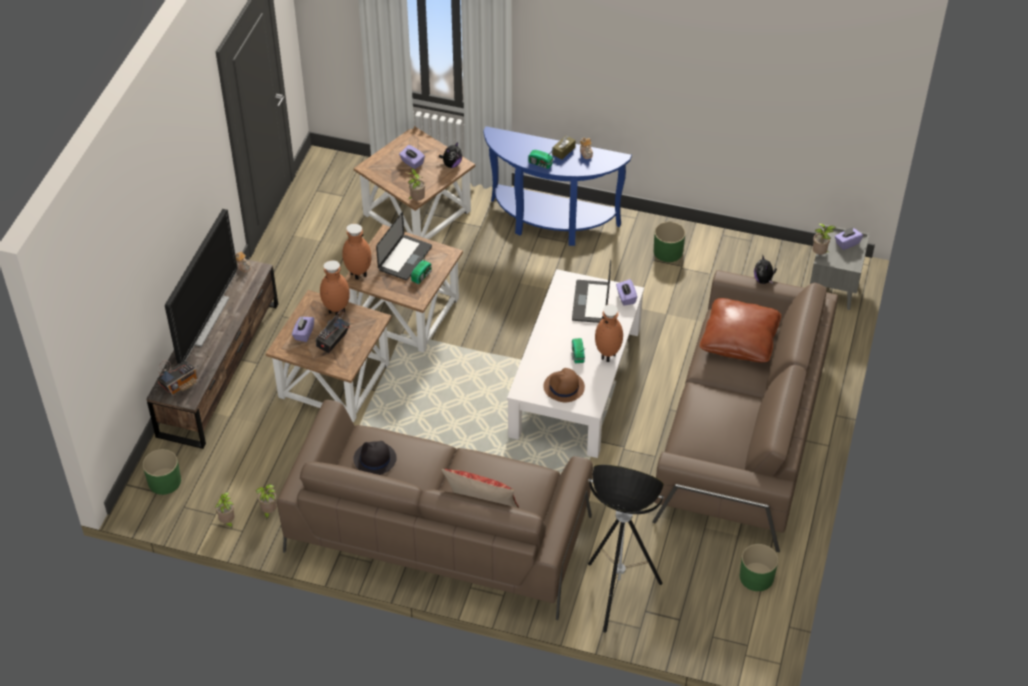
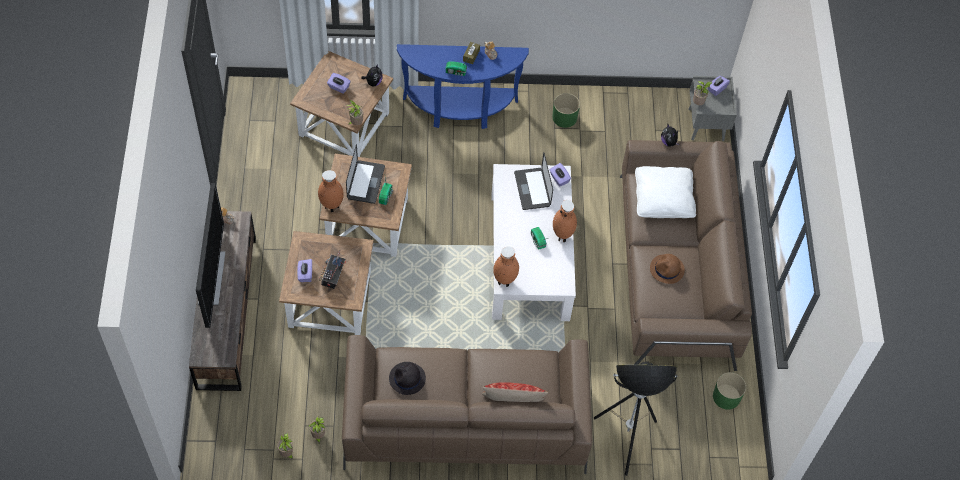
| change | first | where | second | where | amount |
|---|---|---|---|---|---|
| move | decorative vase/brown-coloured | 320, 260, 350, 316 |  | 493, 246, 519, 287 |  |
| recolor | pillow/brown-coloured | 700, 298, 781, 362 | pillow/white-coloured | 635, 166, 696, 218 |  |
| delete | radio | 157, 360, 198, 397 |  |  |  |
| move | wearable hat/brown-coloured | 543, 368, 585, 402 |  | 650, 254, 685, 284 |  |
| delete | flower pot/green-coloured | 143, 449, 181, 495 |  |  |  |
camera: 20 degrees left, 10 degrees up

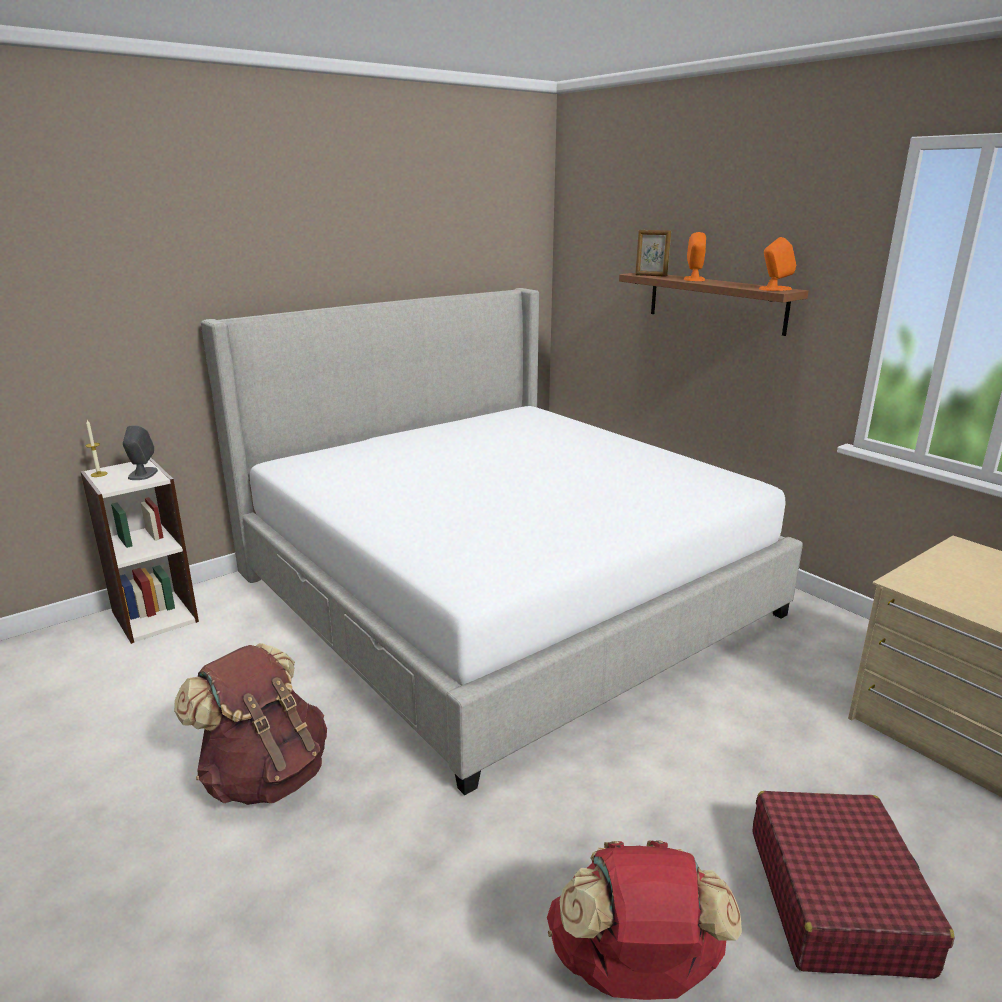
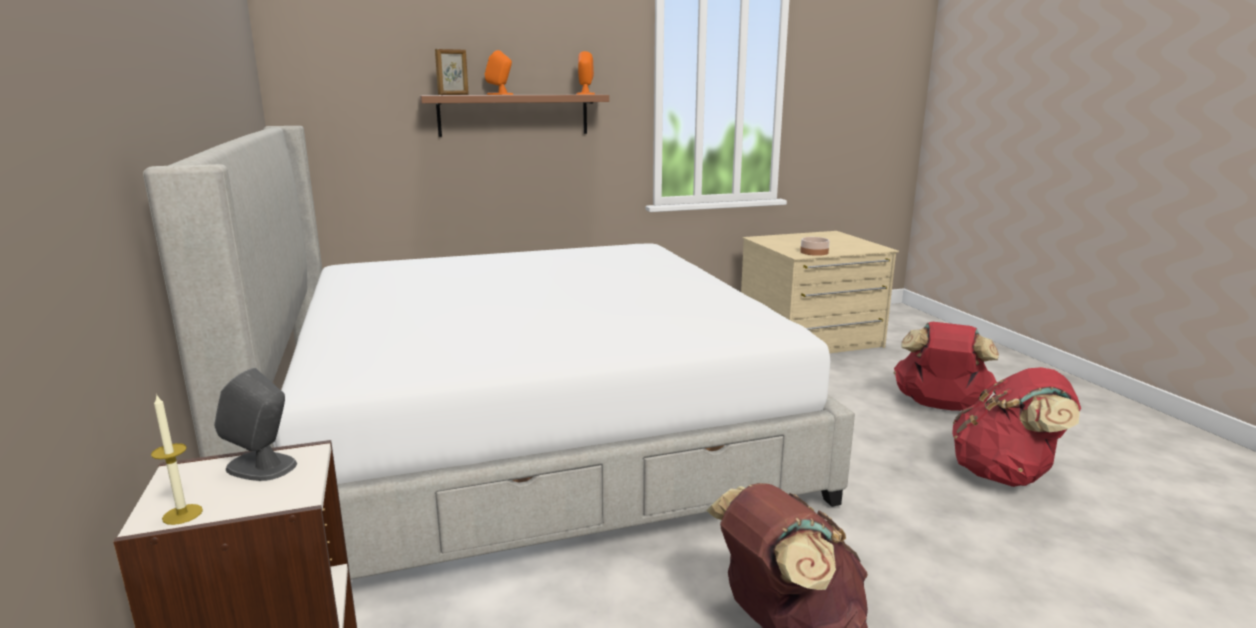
| change | first | where | second | where | amount |
|---|---|---|---|---|---|
| replace | travel case/reddish | 753, 791, 955, 979 | backpack/reddish | 894, 322, 999, 411 |  |
| insert |  |  | serving bowl | 800, 237, 830, 256 |  |
camera: 70 degrees left, 5 degrees down

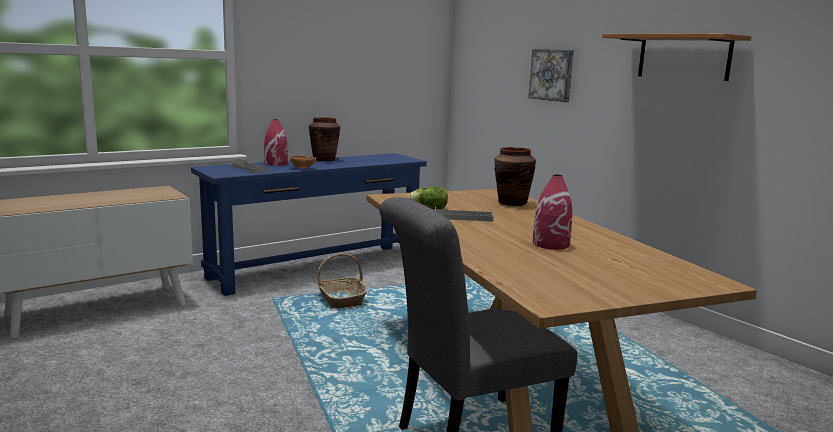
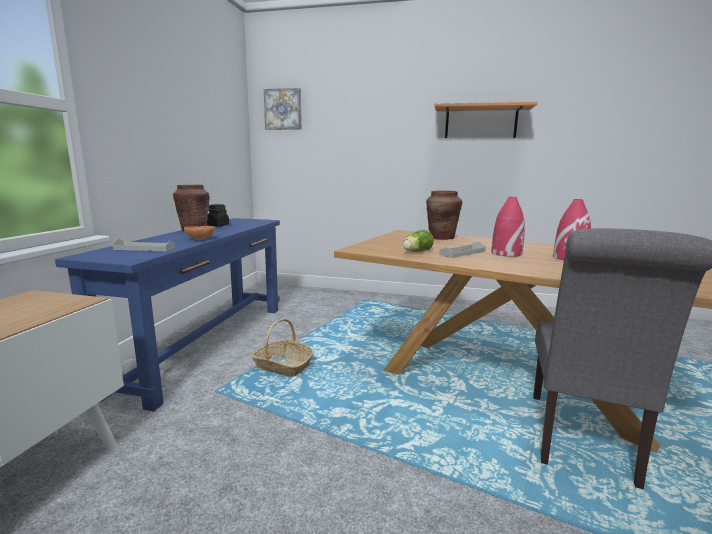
| change | first | where | second | where | amount |
|---|---|---|---|---|---|
| move | wall picture | 528, 49, 574, 102 |  | 264, 88, 302, 130 |  |
| move | decorative vase/reddish | 264, 119, 288, 166 |  | 491, 197, 525, 257 |  |
| insert |  |  | preserve jar/black | 207, 204, 229, 227 |  |
camera: 40 degrees left, 0 degrees up

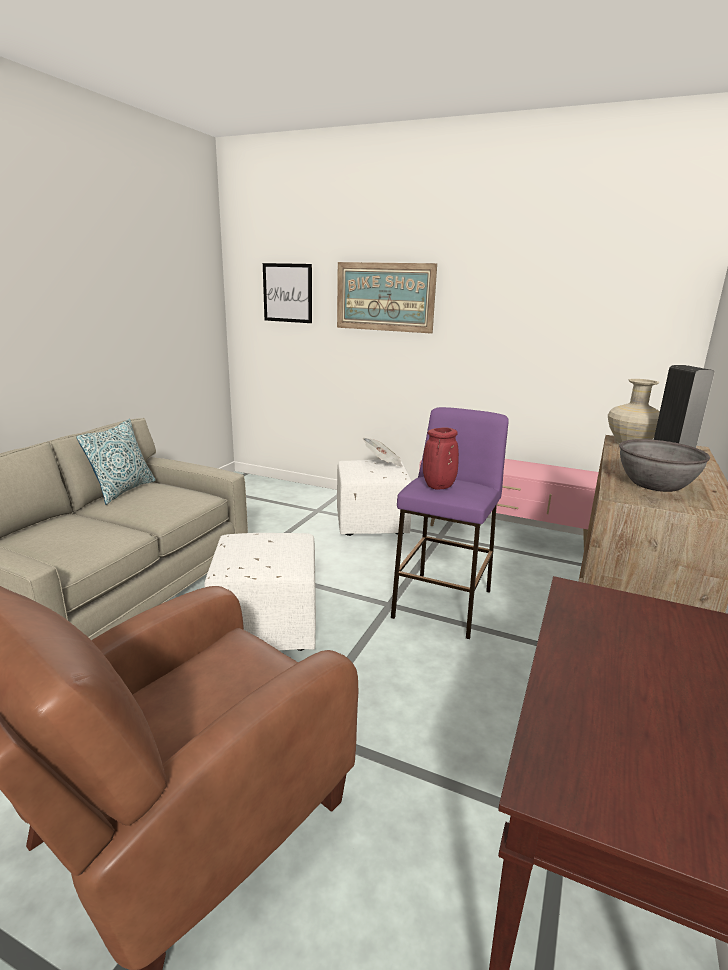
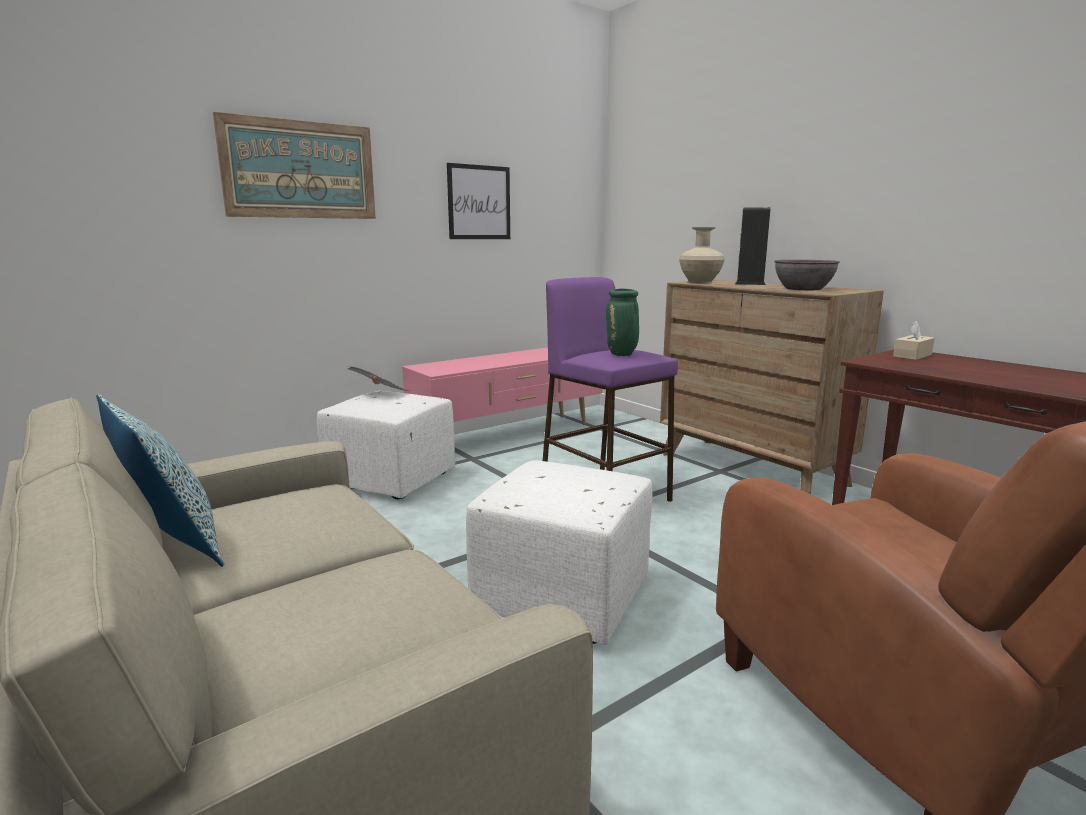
| change | first | where | second | where | amount |
|---|---|---|---|---|---|
| move | wall picture | 263, 263, 312, 323 |  | 447, 163, 510, 239 |  |
| recolor | decorative vase/reddish | 423, 427, 459, 490 | decorative vase/green-coloured | 606, 289, 639, 356 |  |
| insert |  |  | tissue box/beige | 893, 321, 935, 360 |  |
camera: 60 degrees left, 5 degrees down

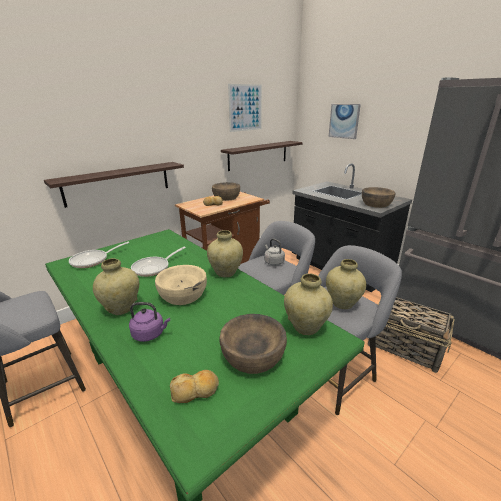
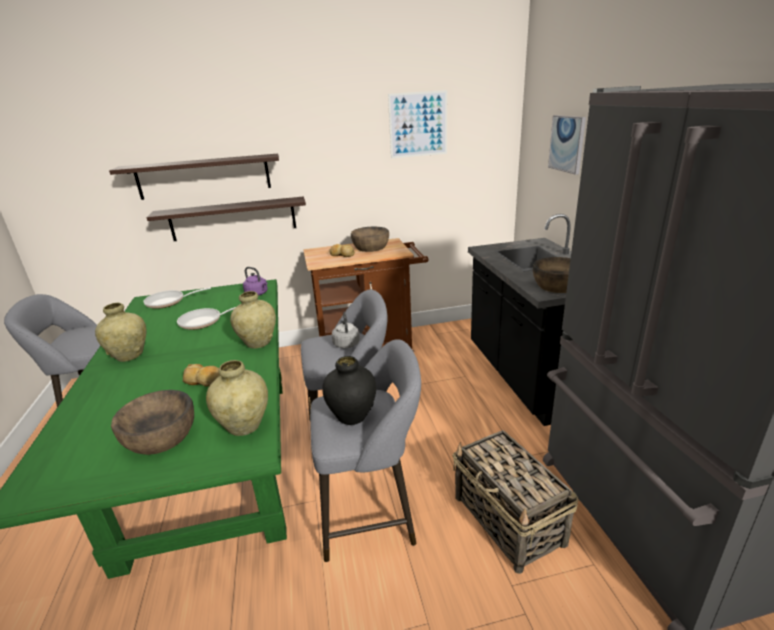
| change | first | where | second | where | amount |
|---|---|---|---|---|---|
| move | shelf | 221, 141, 303, 171 |  | 109, 154, 279, 200 |  |
| recolor | decorative vase/beige | 326, 259, 366, 309 | decorative vase/black | 322, 356, 376, 425 |  |
| delete | serving bowl/beige | 155, 265, 207, 305 |  |  |  |
| move | kettle/purplish | 129, 302, 170, 342 |  | 243, 267, 268, 296 |  |
| move | bread | 170, 370, 219, 403 |  | 182, 364, 220, 386 |  |
camera: 30 degrees right, 0 degrees up

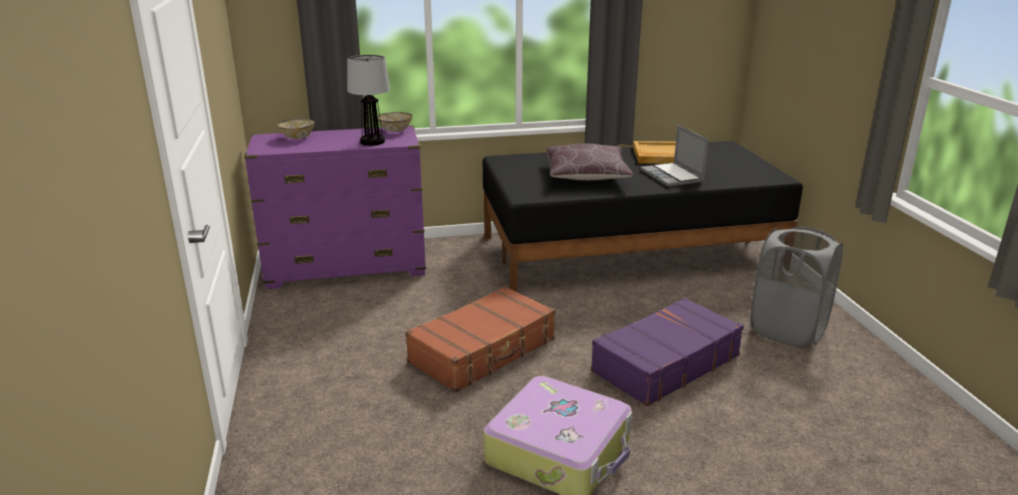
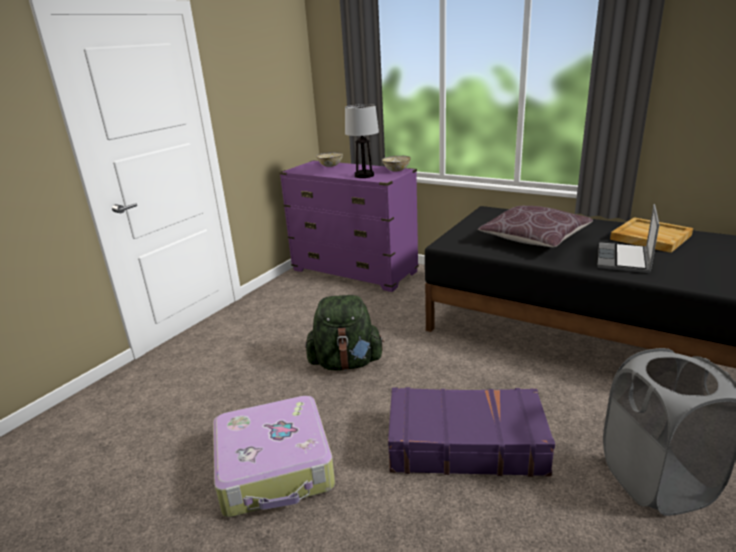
| change | first | where | second | where | amount |
|---|---|---|---|---|---|
| replace | travel case/brown-coloured | 405, 286, 555, 393 | backpack/green-coloured | 305, 295, 384, 371 |  |
camera: 45 degrees right, 0 degrees up

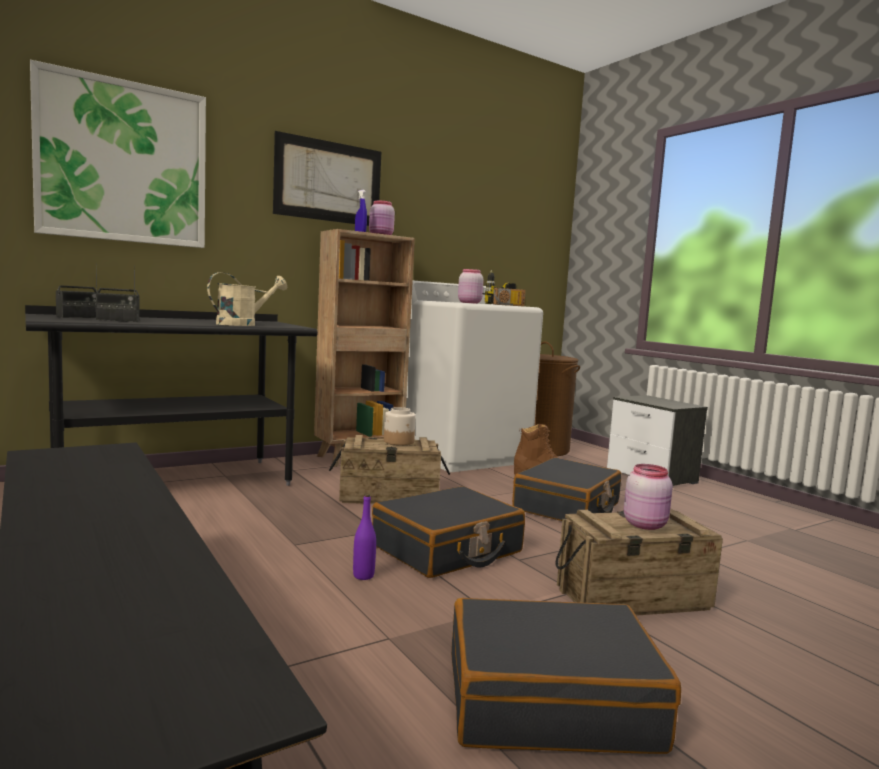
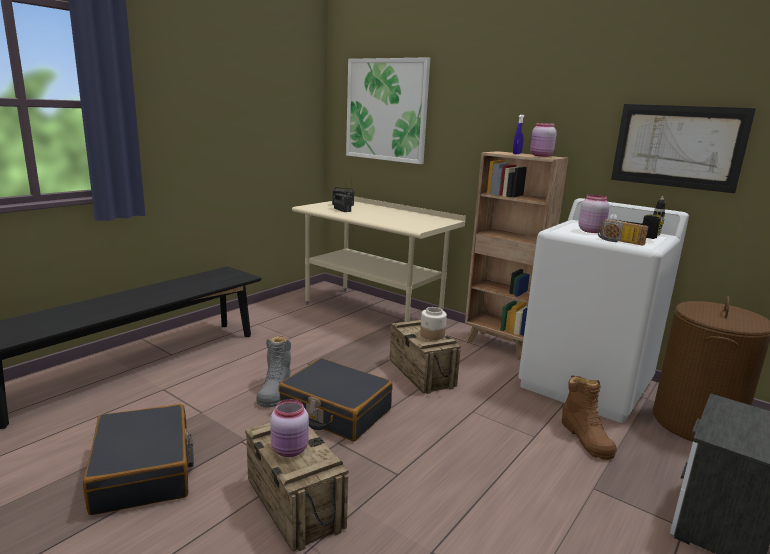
| change | first | where | second | where | amount |
|---|---|---|---|---|---|
| move | wall picture | 273, 131, 381, 226 |  | 611, 104, 756, 193 |  |
| delete | sprinkling can/beige | 207, 272, 287, 326 |  |  |  |
| recolor | desk table/black | 25, 305, 318, 486 | desk table/beige | 292, 196, 466, 322 |  |
| delete | travel case/black | 512, 457, 621, 521 |  |  |  |
| replace | bottle/purplish | 353, 494, 376, 580 | boot/grey | 256, 335, 291, 408 |  |
camera: 70 degrees right, 10 degrees up

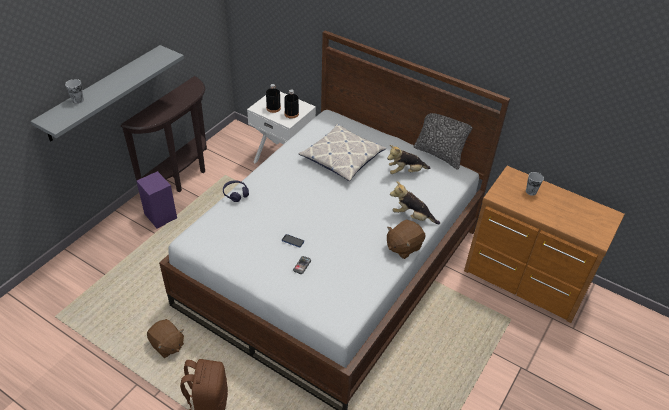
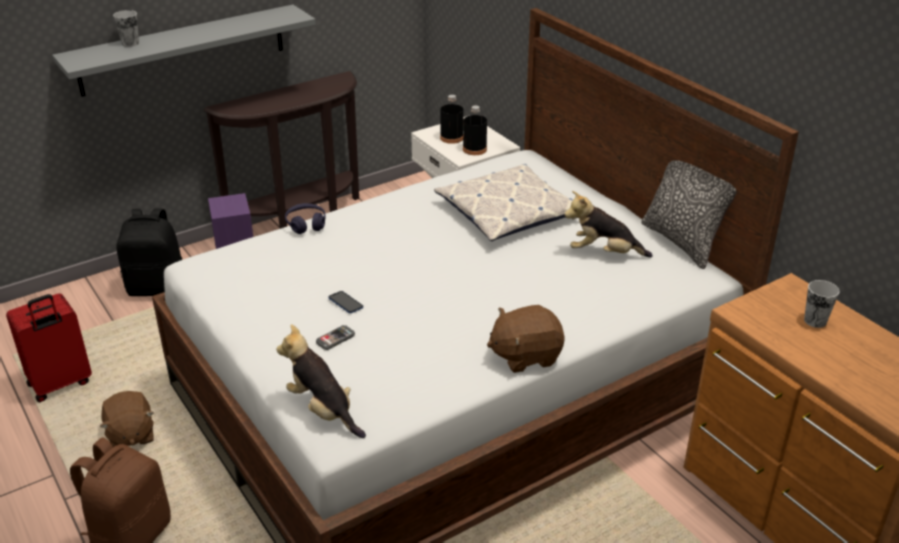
| change | first | where | second | where | amount |
|---|---|---|---|---|---|
| move | soft toy | 390, 181, 440, 224 |  | 276, 324, 366, 438 |  |
| insert |  |  | backpack/black | 116, 209, 182, 296 |  |
| insert |  |  | travel case/reddish | 6, 293, 92, 402 |  |
camera: 25 degrees right, 10 degrees down

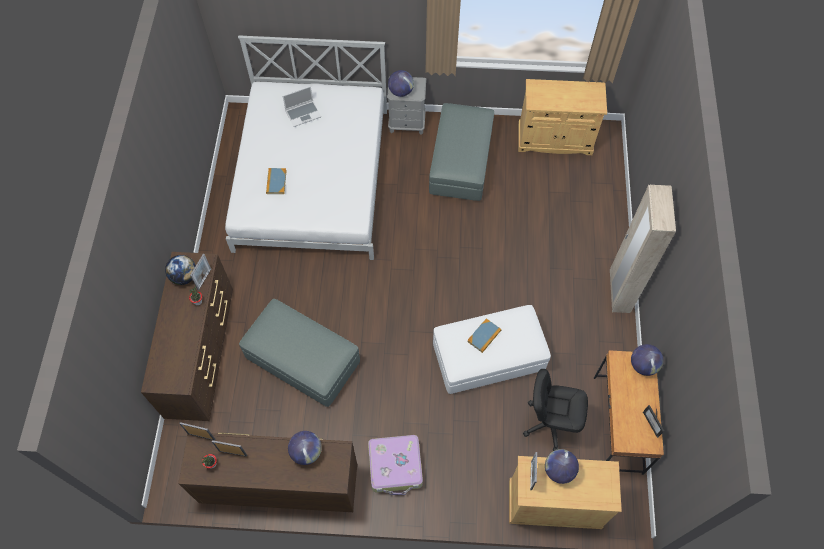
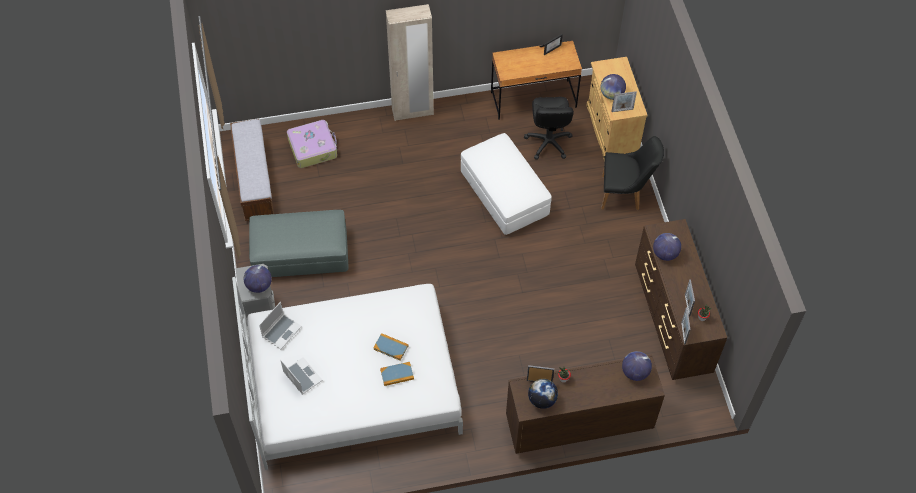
| change | first | where | second | where | amount |
|---|---|---|---|---|---|
| replace | cabinet/beige | 518, 79, 607, 155 | long seat | 230, 119, 274, 221 |  |
| delete | pouffe/grey | 239, 299, 360, 407 |  |  |  |
| move | book | 467, 318, 501, 353 |  | 373, 333, 409, 361 |  |
| move | desk globe | 631, 344, 663, 376 |  | 622, 351, 652, 381 |  |
| move | travel case | 368, 435, 423, 495 |  | 287, 120, 337, 168 |  |
| insert |  |  | chair/black | 601, 136, 664, 210 |  |
| insert |  |  | laptop | 259, 302, 302, 349 |  |
camera: 105 degrees left, 5 degrees down

